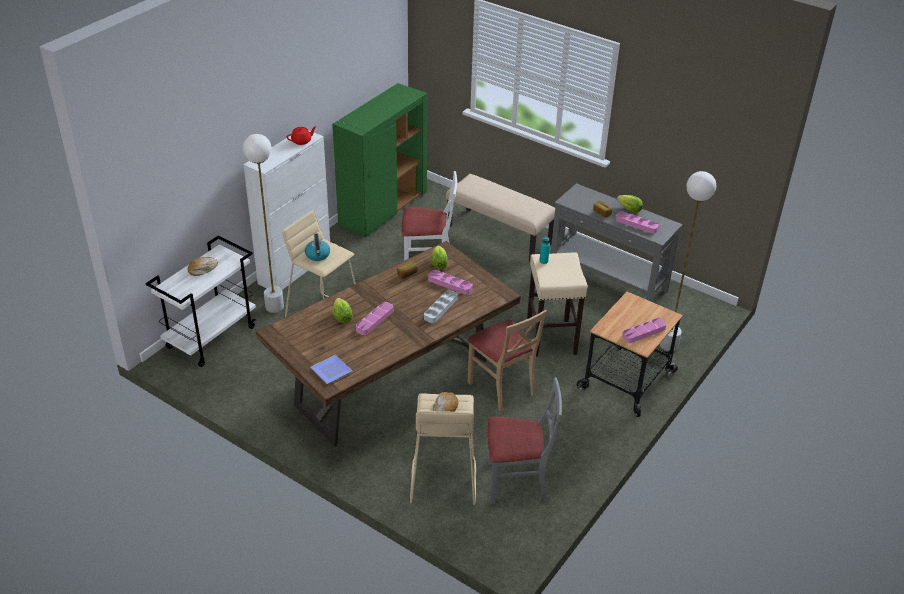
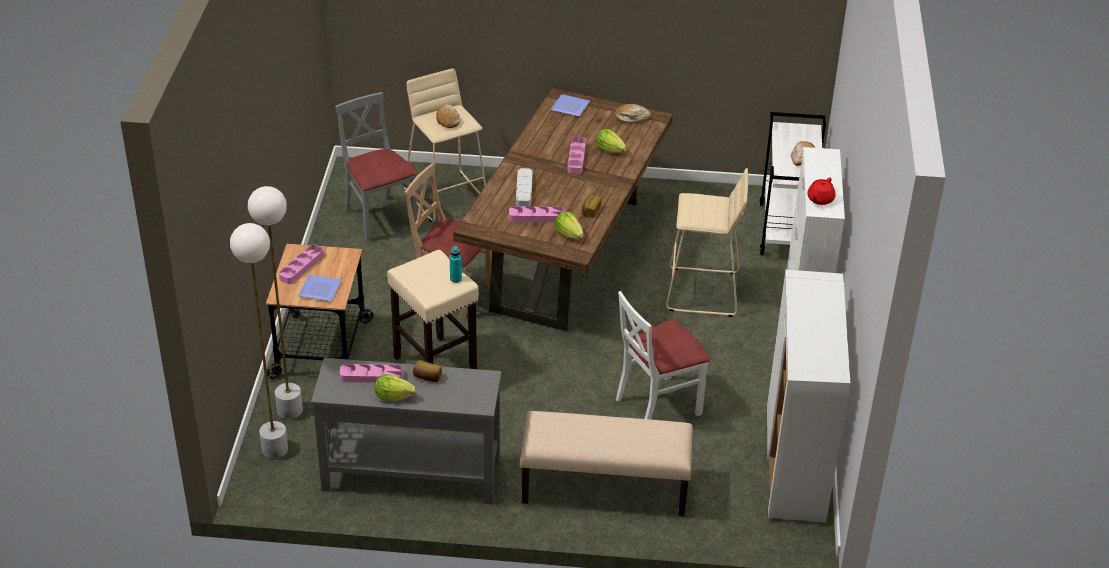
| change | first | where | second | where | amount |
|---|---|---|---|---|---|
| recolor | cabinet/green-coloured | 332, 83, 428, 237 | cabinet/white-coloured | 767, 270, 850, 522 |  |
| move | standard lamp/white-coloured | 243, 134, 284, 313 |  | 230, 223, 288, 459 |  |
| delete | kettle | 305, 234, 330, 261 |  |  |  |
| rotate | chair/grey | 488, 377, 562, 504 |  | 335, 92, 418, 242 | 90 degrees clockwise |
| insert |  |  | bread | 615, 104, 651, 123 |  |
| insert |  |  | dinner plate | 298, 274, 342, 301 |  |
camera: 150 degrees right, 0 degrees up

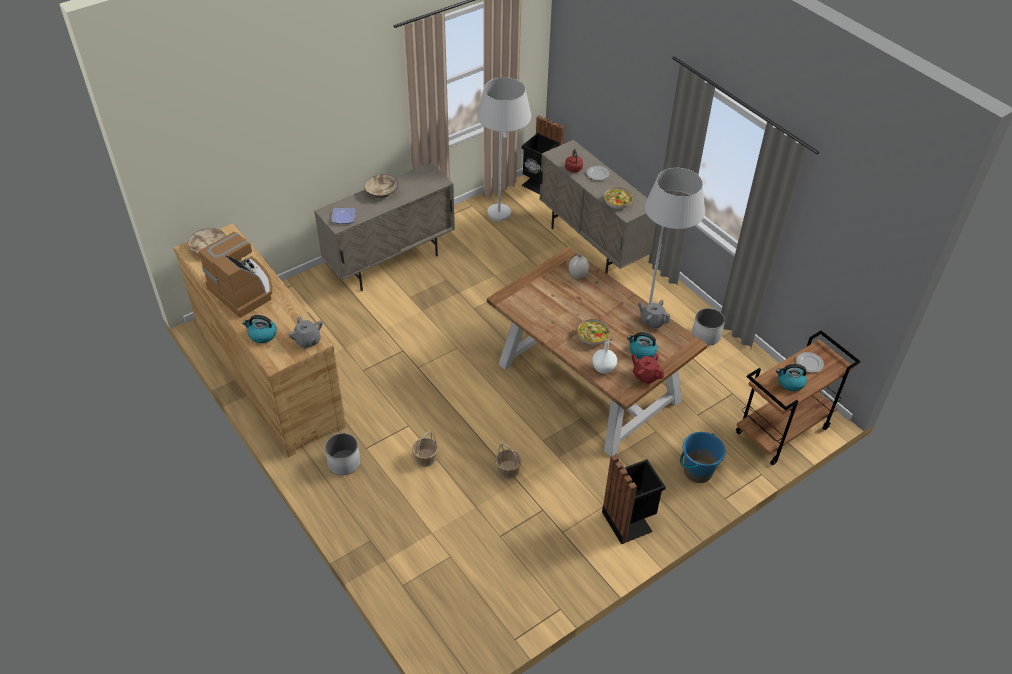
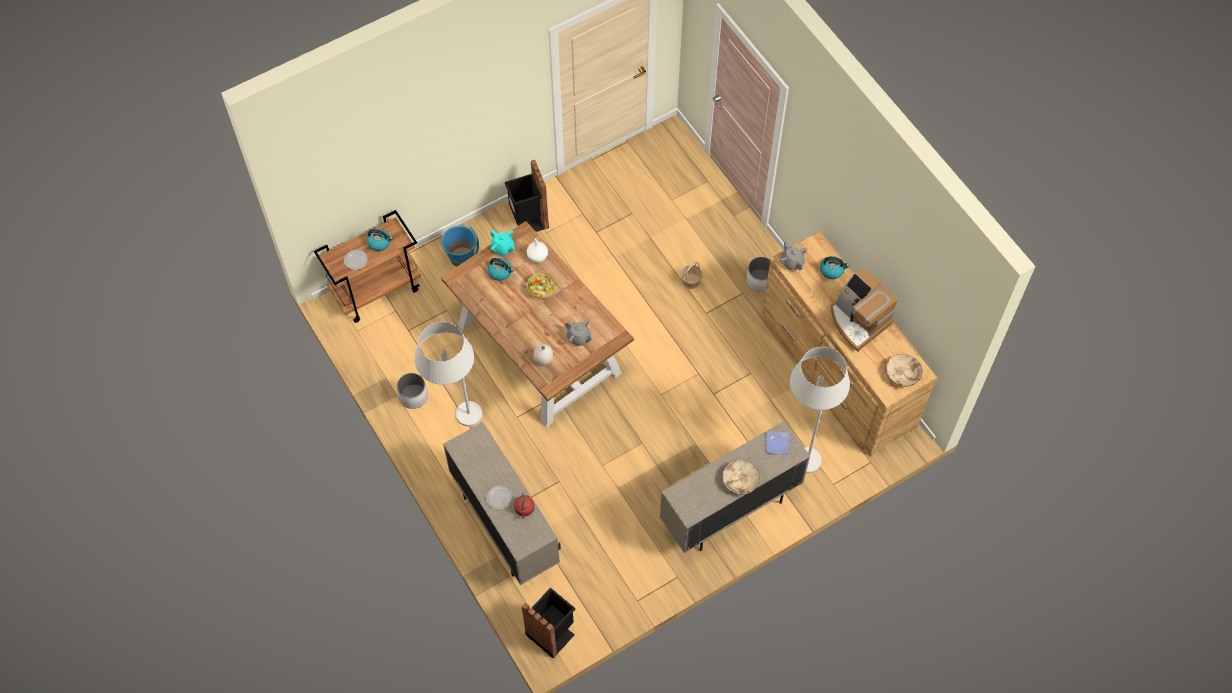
| change | first | where | second | where | amount |
|---|---|---|---|---|---|
| move | standard lamp/white-coloured | 477, 77, 531, 221 |  | 790, 347, 850, 473 |  |
| delete | serving bowl | 604, 187, 633, 209 |  |  |  |
| move | tea pot/grey | 638, 300, 671, 329 |  | 565, 319, 593, 346 |  |
| recolor | tea pot/reddish | 631, 353, 664, 384 | tea pot/blue-green | 490, 230, 514, 256 |  |
| delete | basket | 495, 443, 522, 479 |  |  |  |
camera: 175 degrees left, 15 degrees up

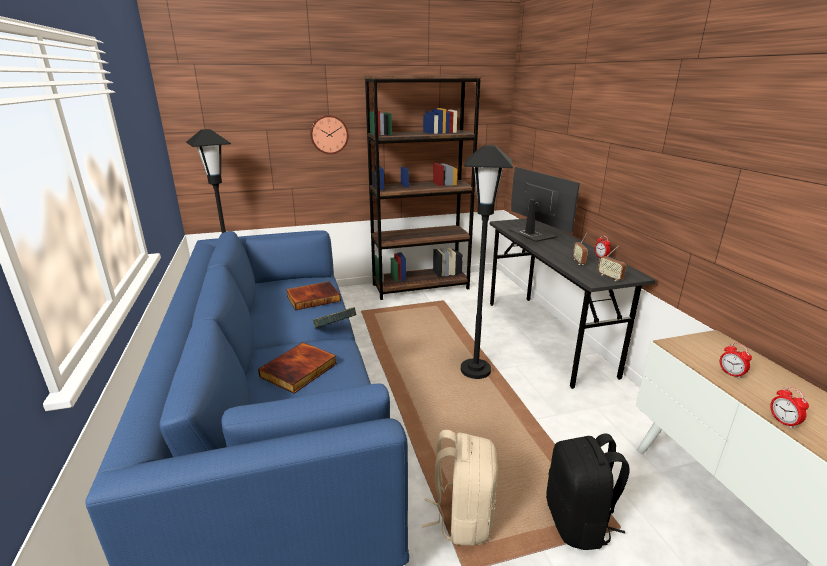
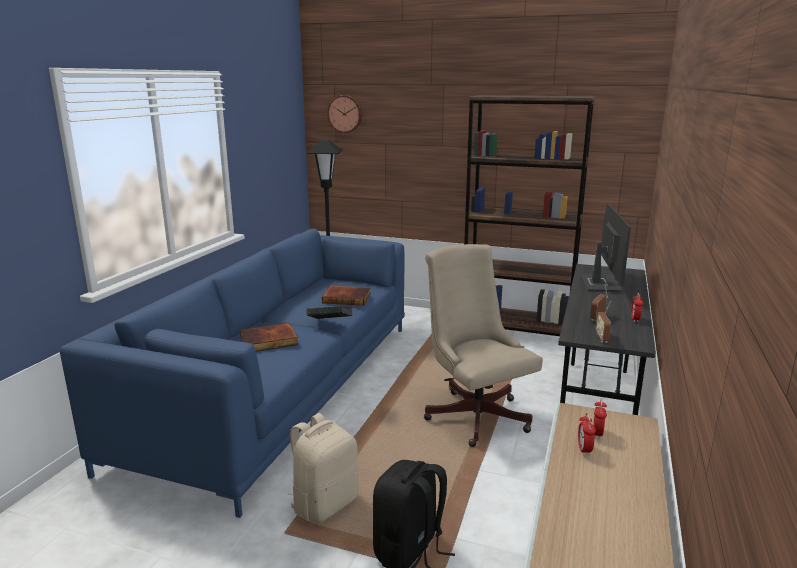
| change | first | where | second | where | amount |
|---|---|---|---|---|---|
| move | wall clock | 310, 115, 349, 154 |  | 327, 95, 362, 133 |  |
| replace | standard lamp/black | 461, 145, 513, 379 | computer chair/beige | 424, 244, 543, 447 |  |
| move | table clock | 770, 387, 809, 429 |  | 594, 398, 607, 439 |  |
camera: 35 degrees right, 5 degrees down

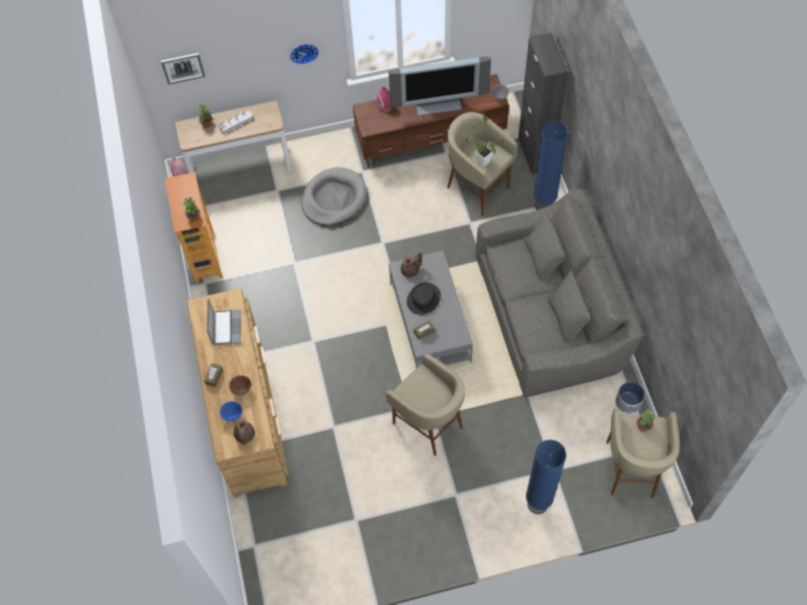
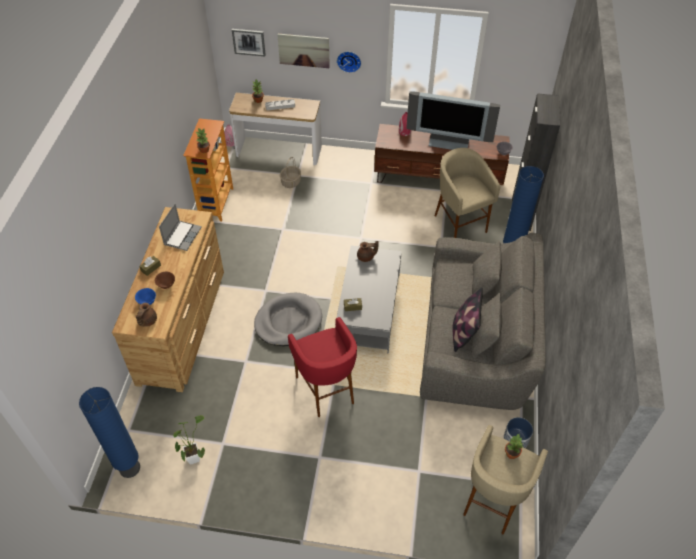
| change | first | where | second | where | amount |
|---|---|---|---|---|---|
| move | houseplant | 466, 116, 505, 167 |  | 173, 415, 205, 465 |  |
| move | dog cushion/grey | 301, 167, 366, 226 |  | 254, 293, 322, 346 |  |
| delete | wearable hat/black | 407, 282, 441, 315 |  |  |  |
| recolor | stool/beige | 386, 354, 465, 456 | stool/reddish | 288, 317, 357, 417 |  |
| move | standard lamp/blue | 526, 440, 566, 514 |  | 79, 387, 140, 478 |  |
| insert |  |  | wall picture | 277, 34, 330, 68 |  |
| insert |  |  | basket | 280, 157, 301, 188 |  |
| insert |  |  | pillow | 452, 287, 483, 352 |  |
camera: 20 degrees right, 10 degrees down

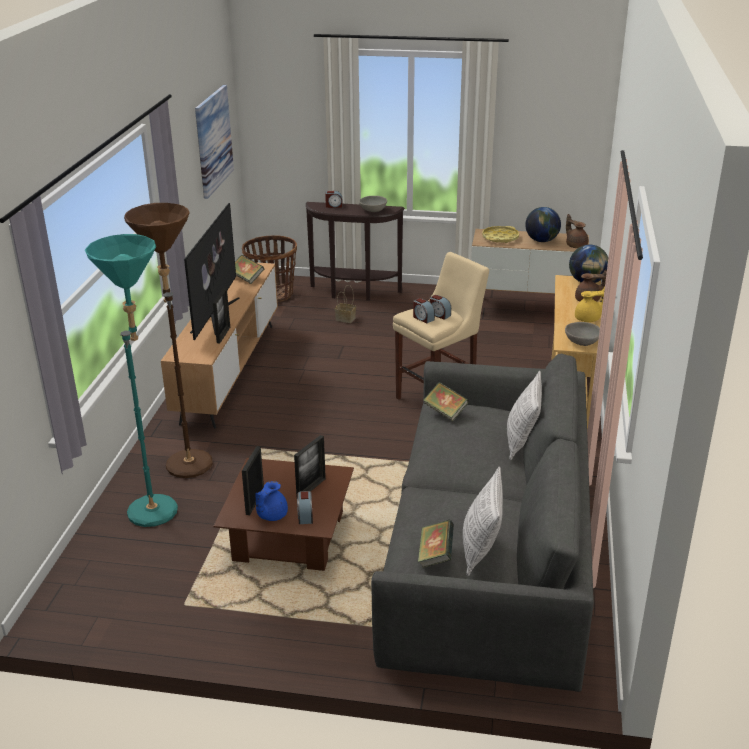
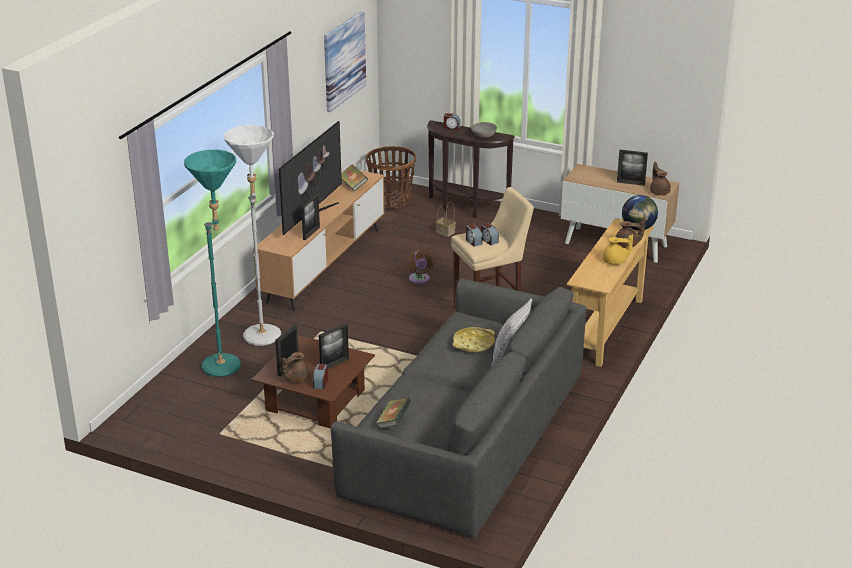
| change | first | where | second | where | amount |
|---|---|---|---|---|---|
| recolor | standard lamp/brown-coloured | 124, 203, 213, 478 | standard lamp/white-coloured | 224, 125, 281, 346 |  |
| replace | desk globe | 525, 207, 561, 242 | picture frame | 617, 150, 648, 186 |  |
| move | tray/yellow | 482, 226, 519, 243 |  | 453, 327, 495, 352 |  |
| delete | serving bowl/grey | 565, 322, 600, 346 |  |  |  |
| delete | book | 424, 382, 469, 421 |  |  |  |
| delete | pillow | 463, 466, 503, 576 |  |  |  |
| recolor | tea pot/blue | 255, 481, 288, 521 | tea pot/brown-coloured | 281, 352, 309, 383 |  |
| insert |  |  | electric fan/brown-coloured | 406, 249, 435, 284 |  |
camera: 15 degrees right, 0 degrees up

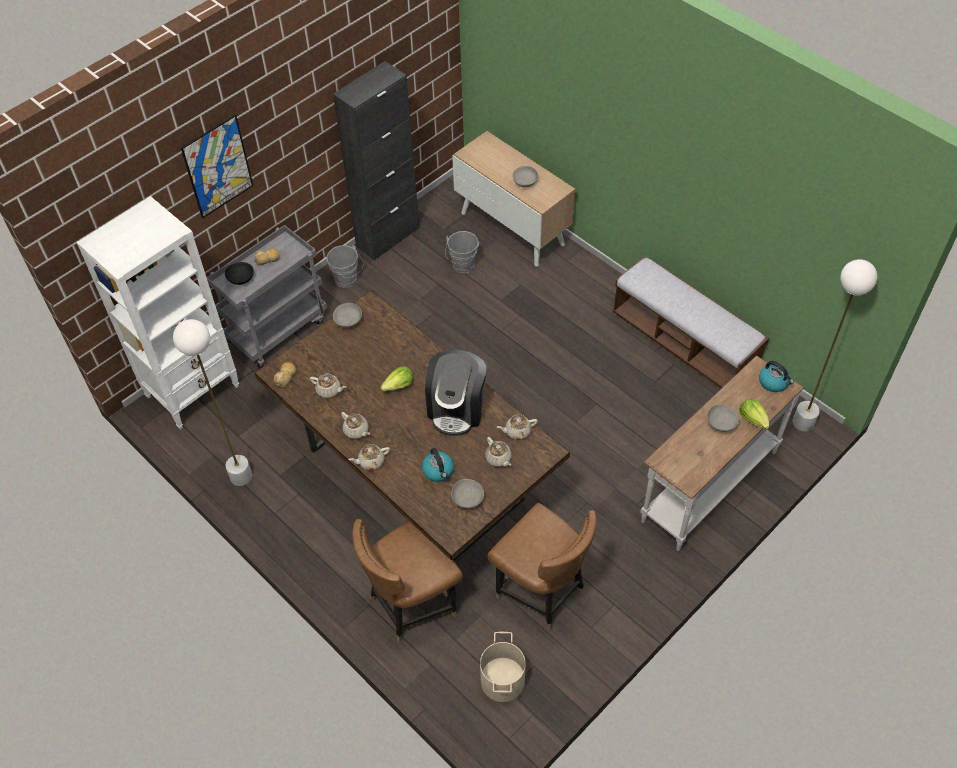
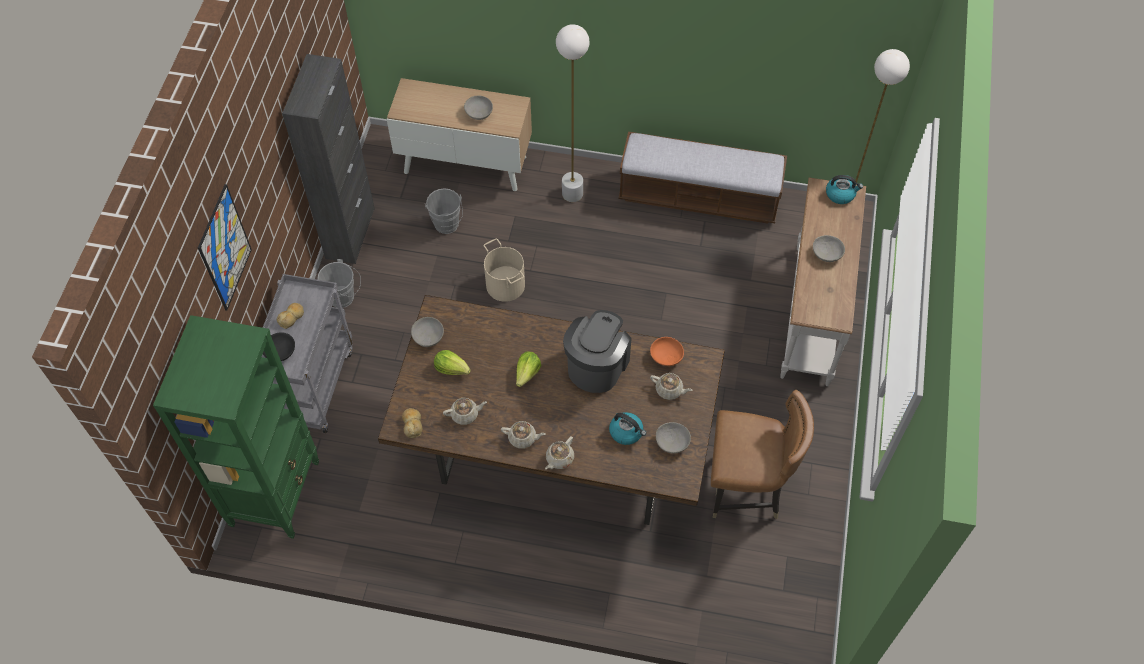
| change | first | where | second | where | amount |
|---|---|---|---|---|---|
| recolor | shelving unit/white-coloured | 76, 196, 239, 429 | shelving unit/green-coloured | 153, 315, 319, 539 |  |
| move | standard lamp/white-coloured | 173, 319, 252, 486 |  | 556, 24, 590, 202 |  |
| rotate | coffee maker | 425, 350, 486, 436 |  | 563, 310, 631, 393 | 135 degrees counterclockwise |
| move | lettuce head | 739, 398, 770, 429 |  | 434, 350, 471, 375 |  |
| replace | tea pot/beige | 497, 415, 538, 440 | serving bowl/orange-coloured | 650, 337, 684, 366 |  |
| delete | chair/brown-coloured | 352, 519, 463, 643 |  |  |  |
| move | bucket/beige | 480, 632, 526, 702 |  | 483, 239, 525, 302 |  |
camera: 35 degrees left, 5 degrees up

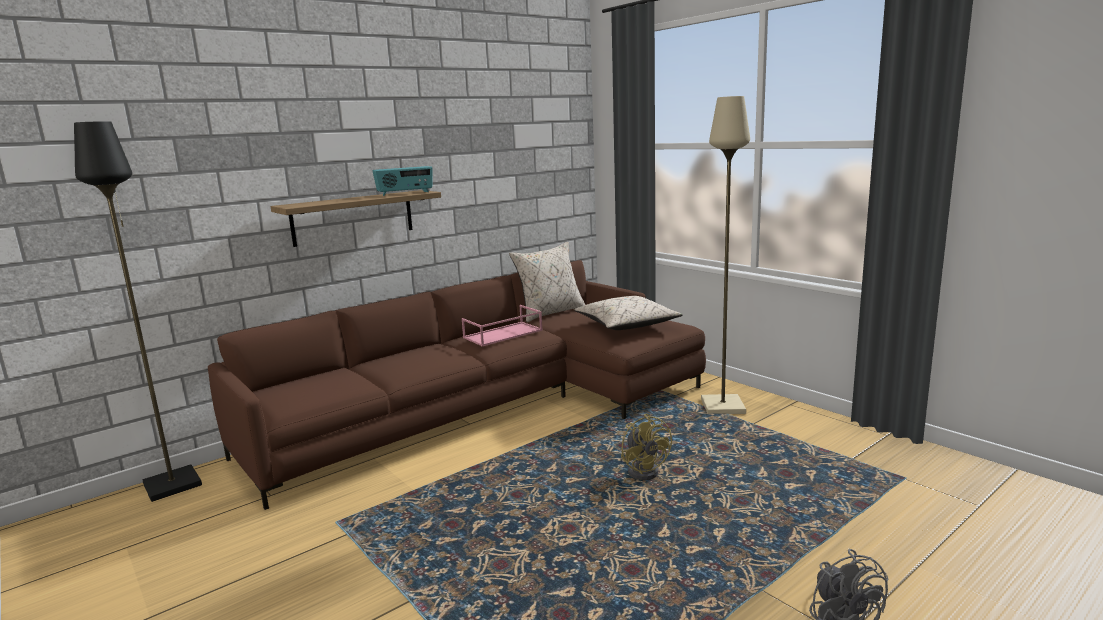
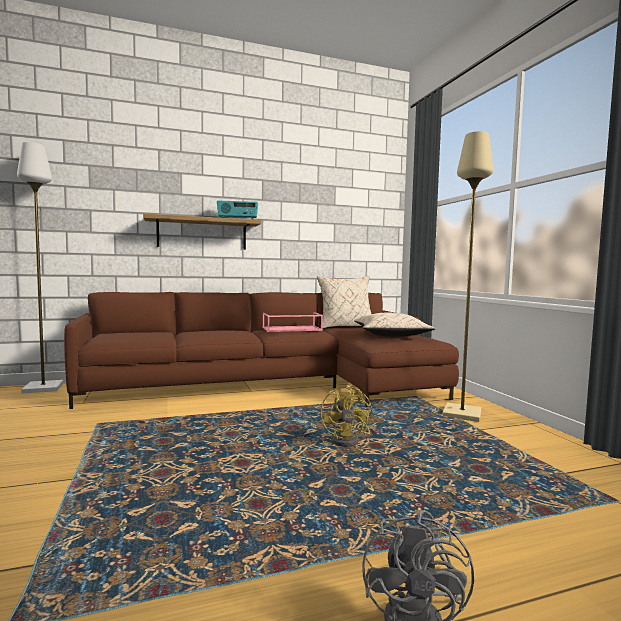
| change | first | where | second | where | amount |
|---|---|---|---|---|---|
| recolor | standard lamp/black | 74, 121, 202, 502 | standard lamp/white-coloured | 17, 142, 64, 393 |  |
camera: 20 degrees right, 10 degrees down

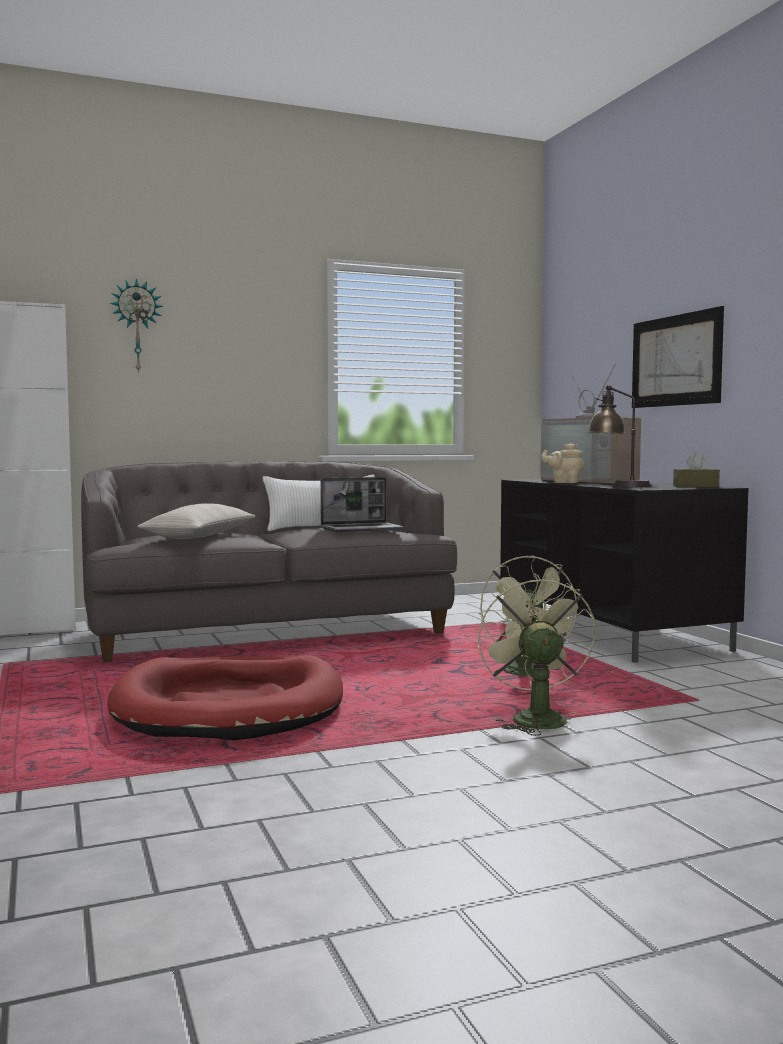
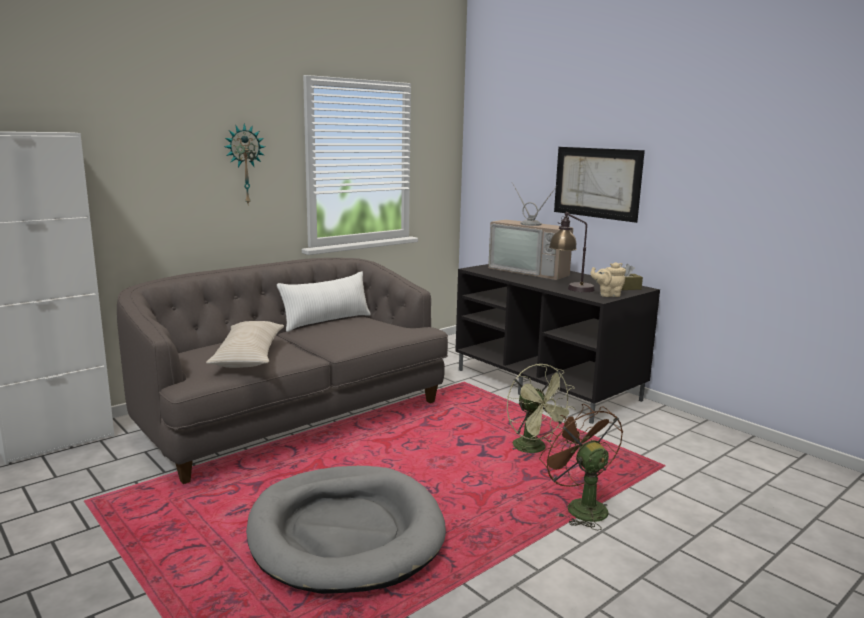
| change | first | where | second | where | amount |
|---|---|---|---|---|---|
| move | wall clock | 110, 278, 164, 374 |  | 224, 123, 265, 204 |  |
| move | tea pot/beige | 541, 443, 584, 483 |  | 591, 263, 626, 297 |  |
| delete | laptop | 320, 477, 404, 532 |  |  |  |
| recolor | electric fan/green-coloured | 478, 574, 596, 736 | electric fan/brown-coloured | 539, 404, 623, 530 |  |
| recolor | dog cushion/reddish | 107, 655, 343, 740 | dog cushion/grey | 246, 466, 446, 594 |  |
camera: 20 degrees left, 10 degrees up

